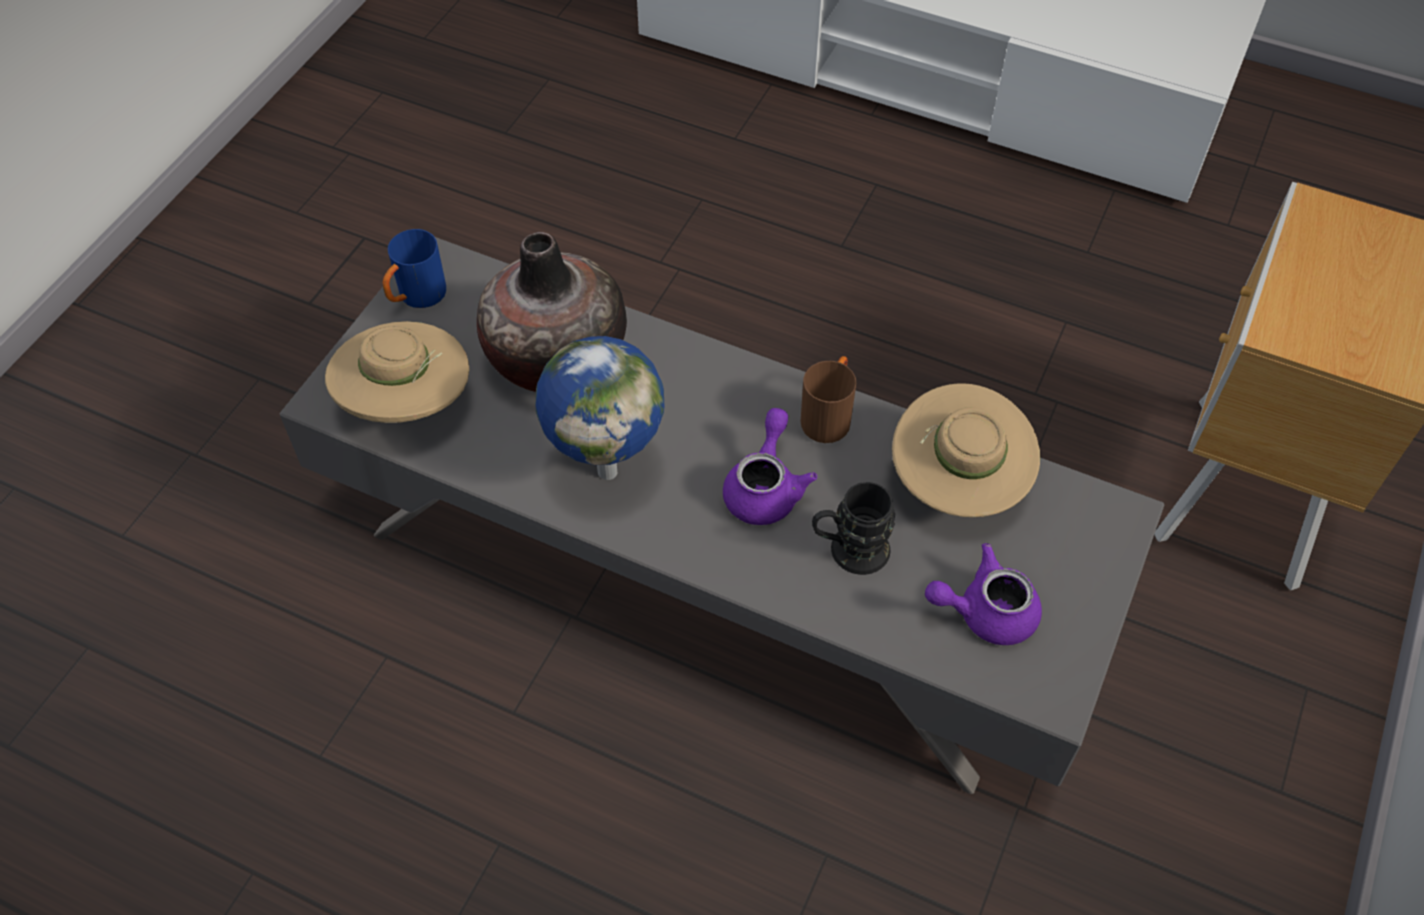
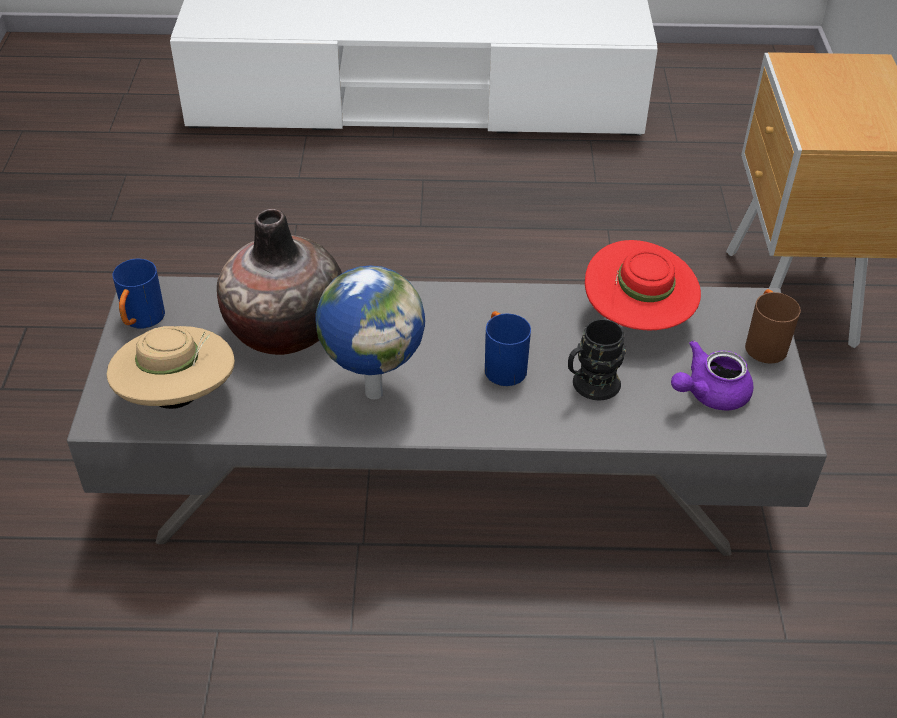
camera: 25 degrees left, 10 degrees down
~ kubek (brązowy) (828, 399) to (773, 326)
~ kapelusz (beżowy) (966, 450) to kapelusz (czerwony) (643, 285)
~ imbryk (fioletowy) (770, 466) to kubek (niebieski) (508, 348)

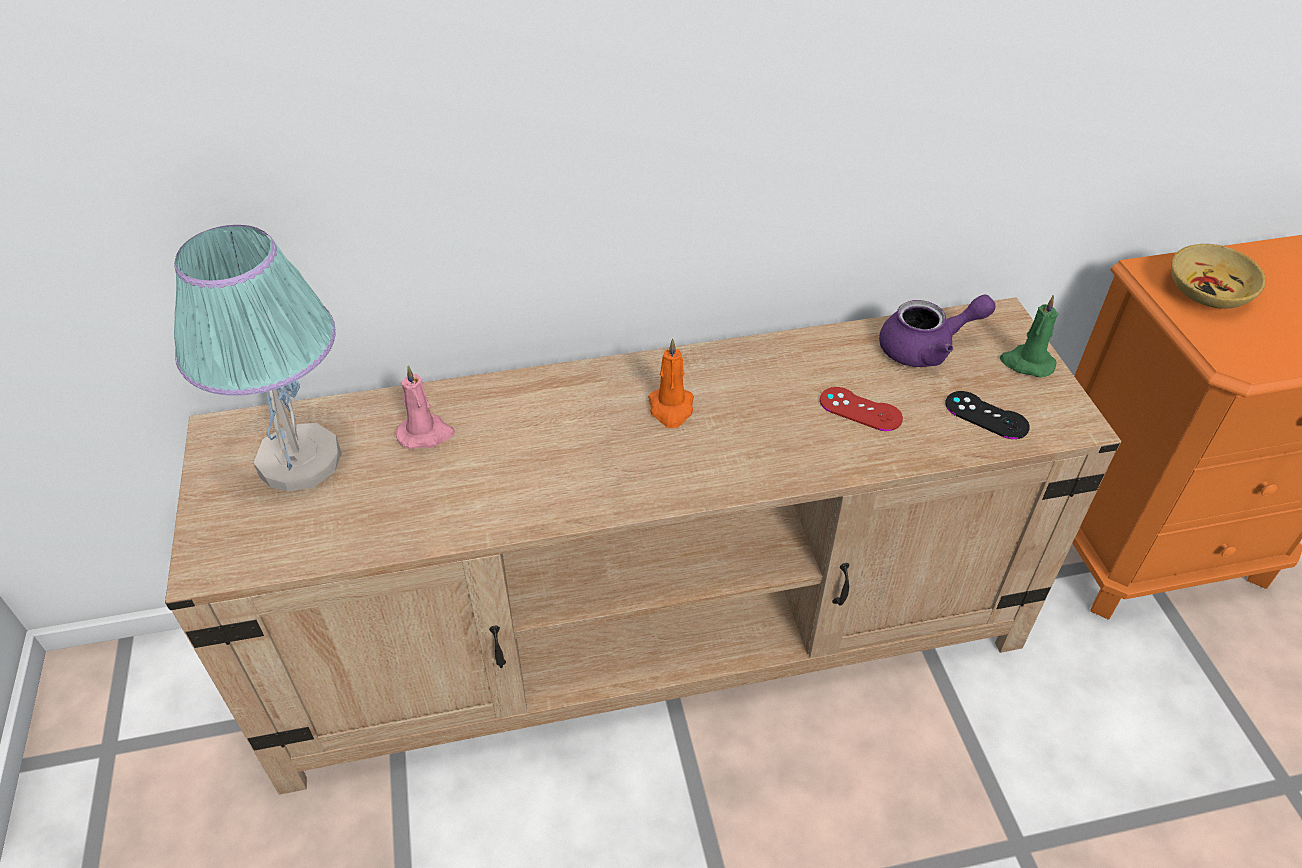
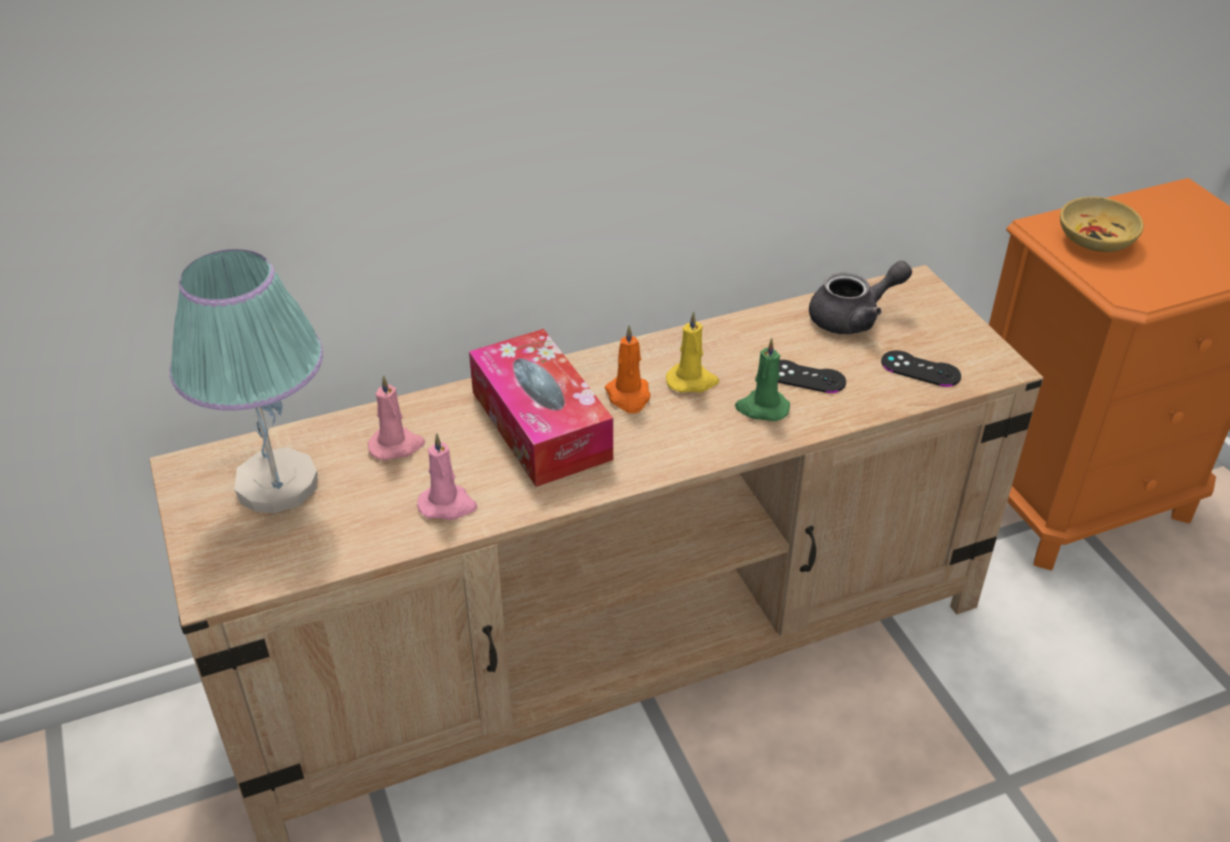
camera: 10 degrees left, 5 degrees down
~ imbryk (fioletowy) (937, 330) to imbryk (szary) (860, 297)
~ świeca (zielony) (1029, 336) to (762, 379)
~ pad do gier (czerwony) (861, 409) to pad do gier (czarny) (812, 376)
+ świeca (żółty) (692, 352)
+ pudełko chusteczek (541, 408)
+ świeca (różowy) (447, 476)

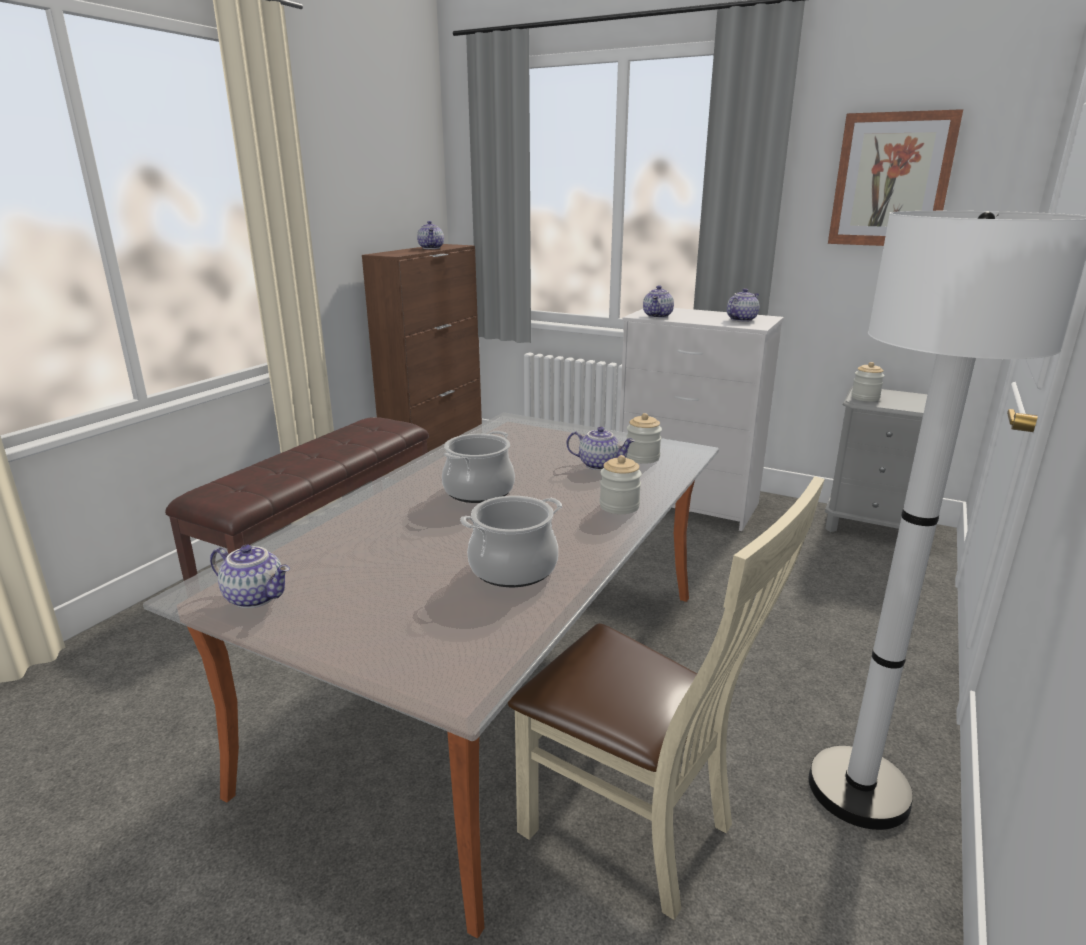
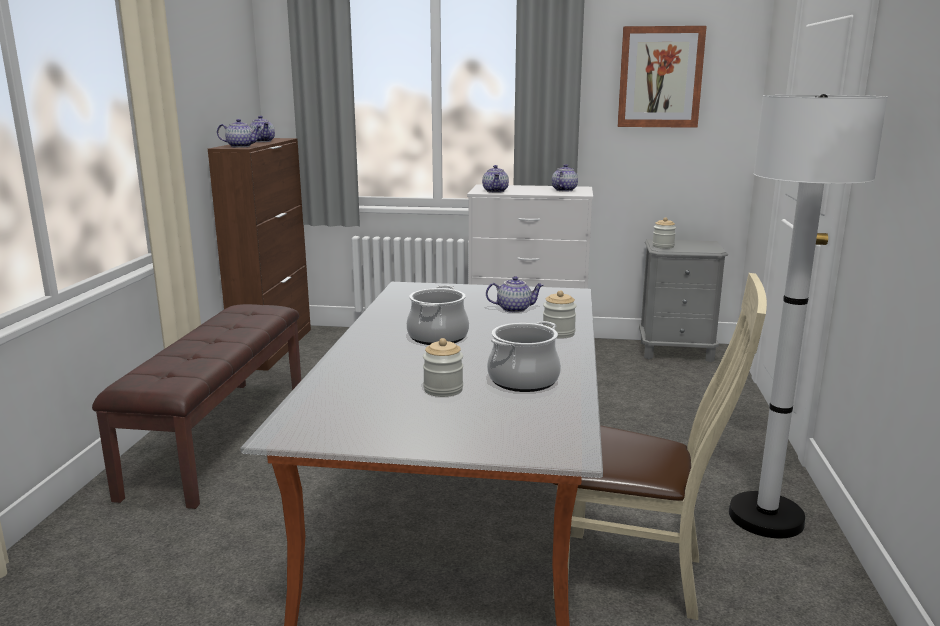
camera: 20 degrees left, 5 degrees down
~ słoik (644, 438) to (443, 367)
~ imbryk (250, 576) to (239, 133)

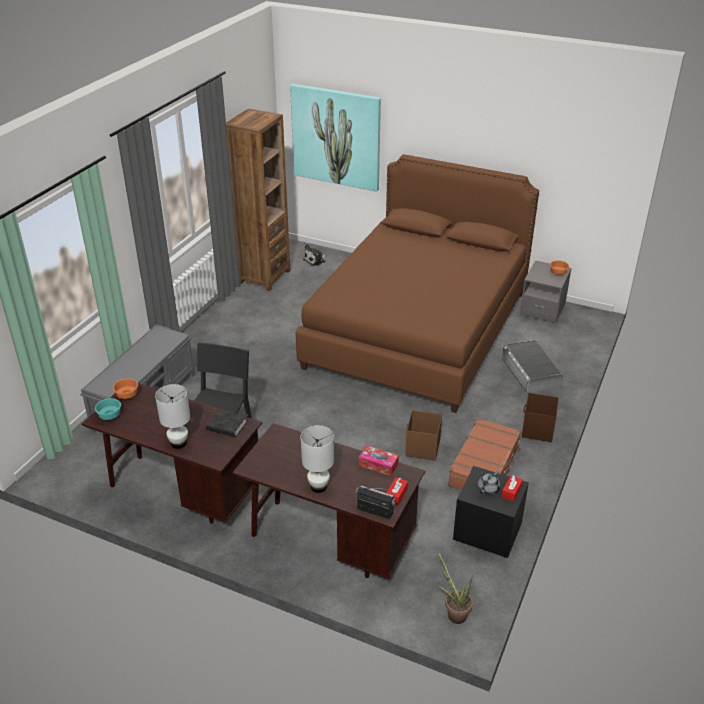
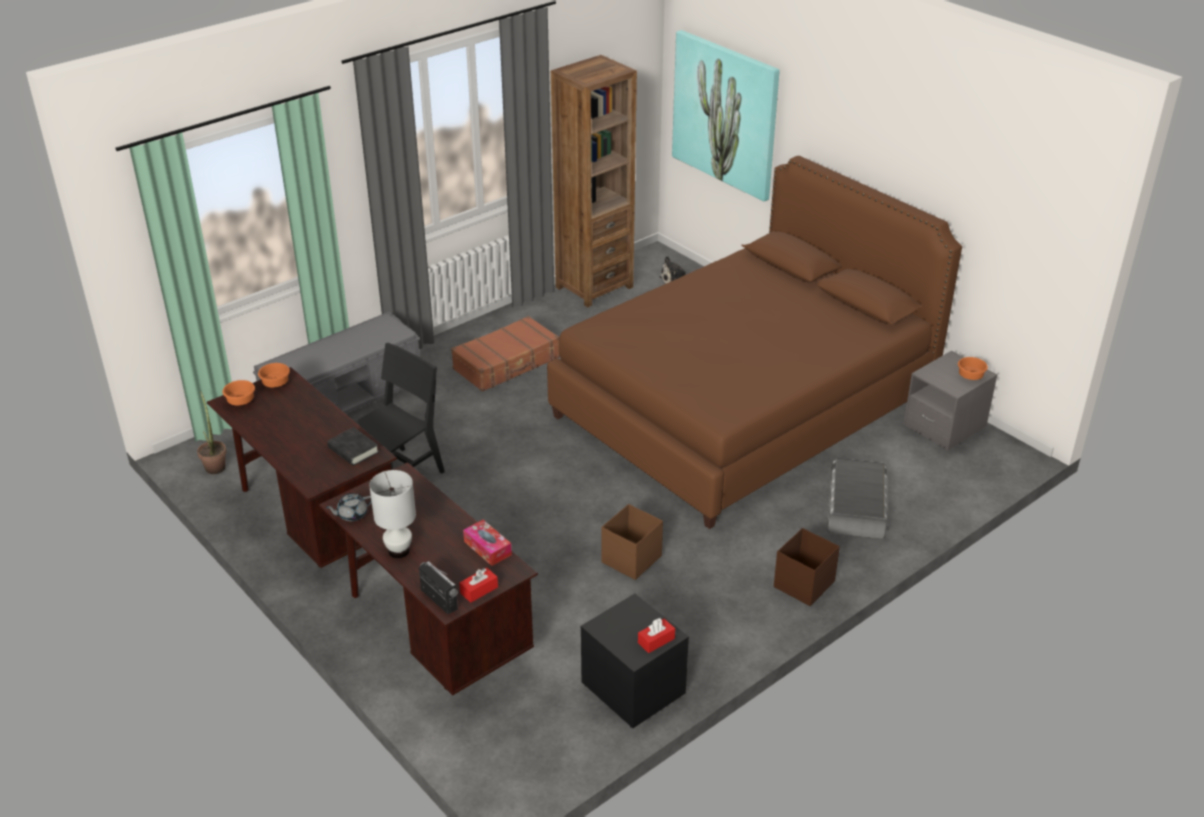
camera: 25 degrees right, 0 degrees up
- lampa stołowa (biały) (172, 416)
~ miska (turkusowy) (108, 409) to miska (pomarańczowy) (238, 392)
~ walizka (brązowy) (484, 454) to (505, 354)
~ imbryk (szary) (488, 483) to (348, 507)
~ roślina doniczkowa (455, 587) to (212, 432)

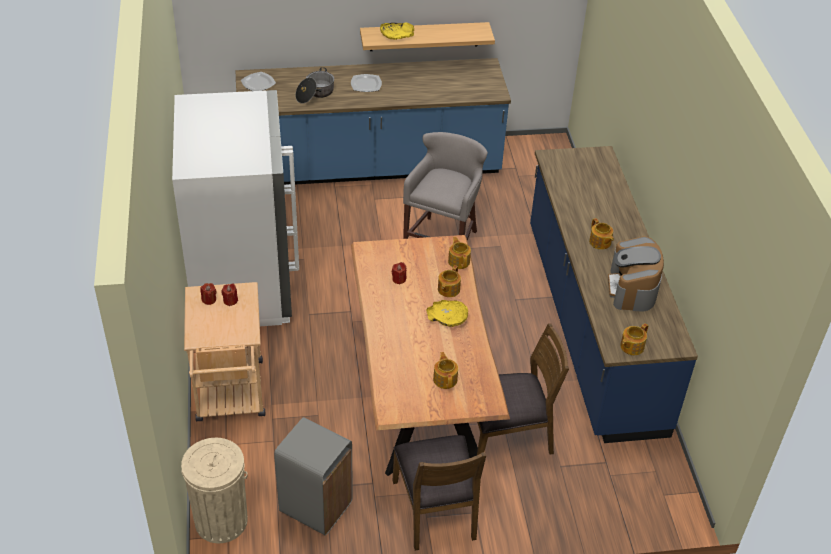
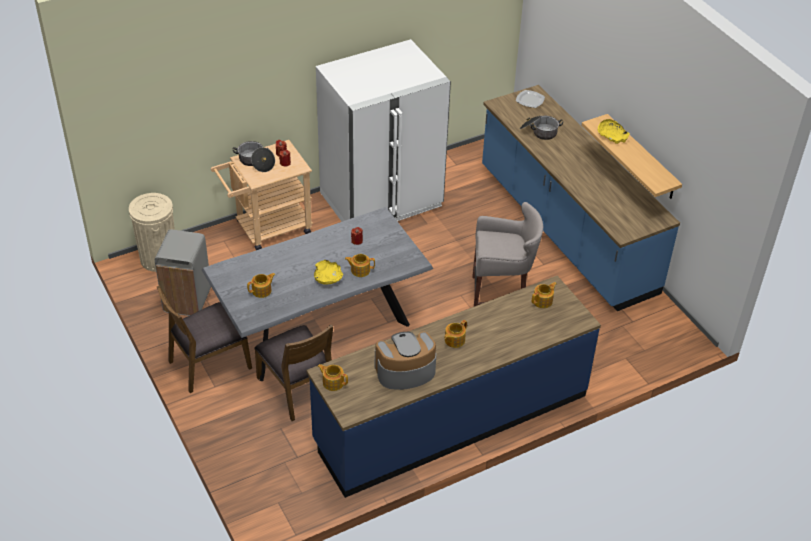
camera: 70 degrees right, 0 degrees up
- talerz (366, 83)
~ stół jadalny (brązowy) (430, 355) to stół jadalny (szary) (317, 294)
~ imbryk (459, 253) to (544, 295)
+ garnek (253, 156)

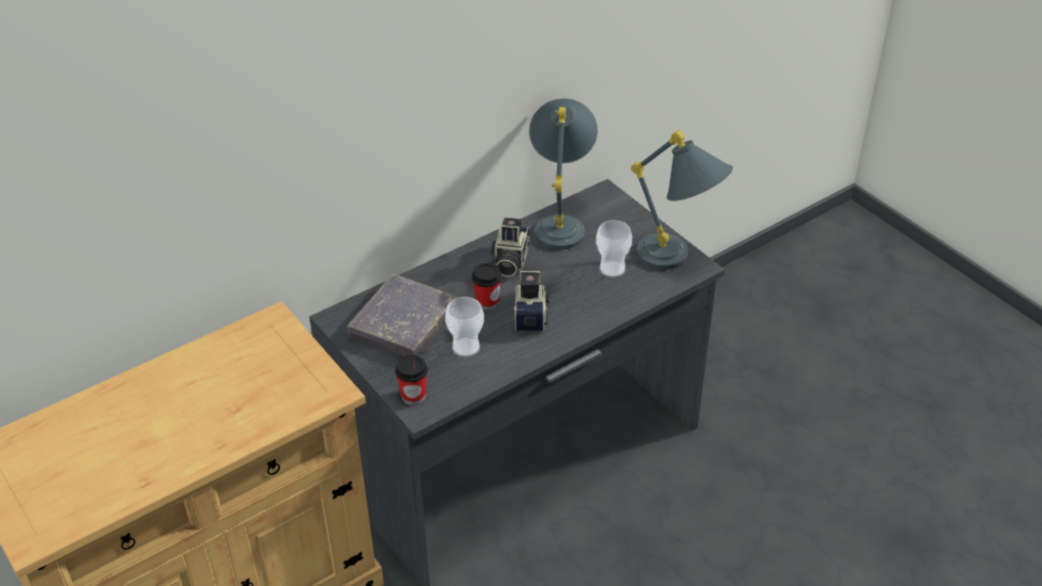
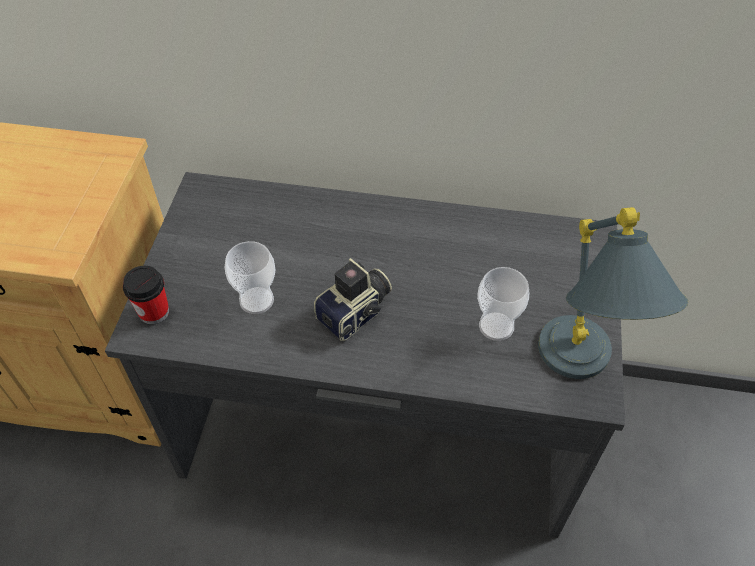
camera: 45 degrees right, 10 degrees up
- lampa stołowa (szary) (563, 174)
- aparat fotograficzny (510, 247)
- filiżanka (487, 286)
- książka (szary) (402, 315)

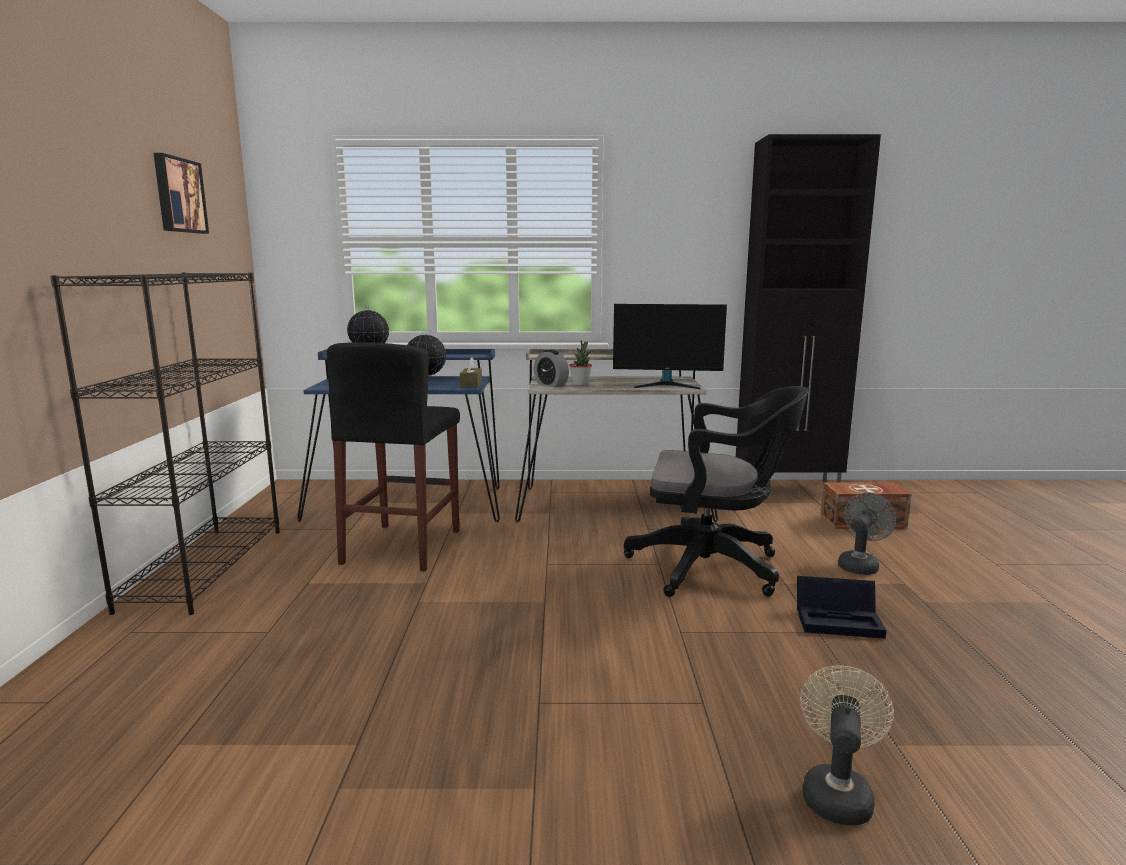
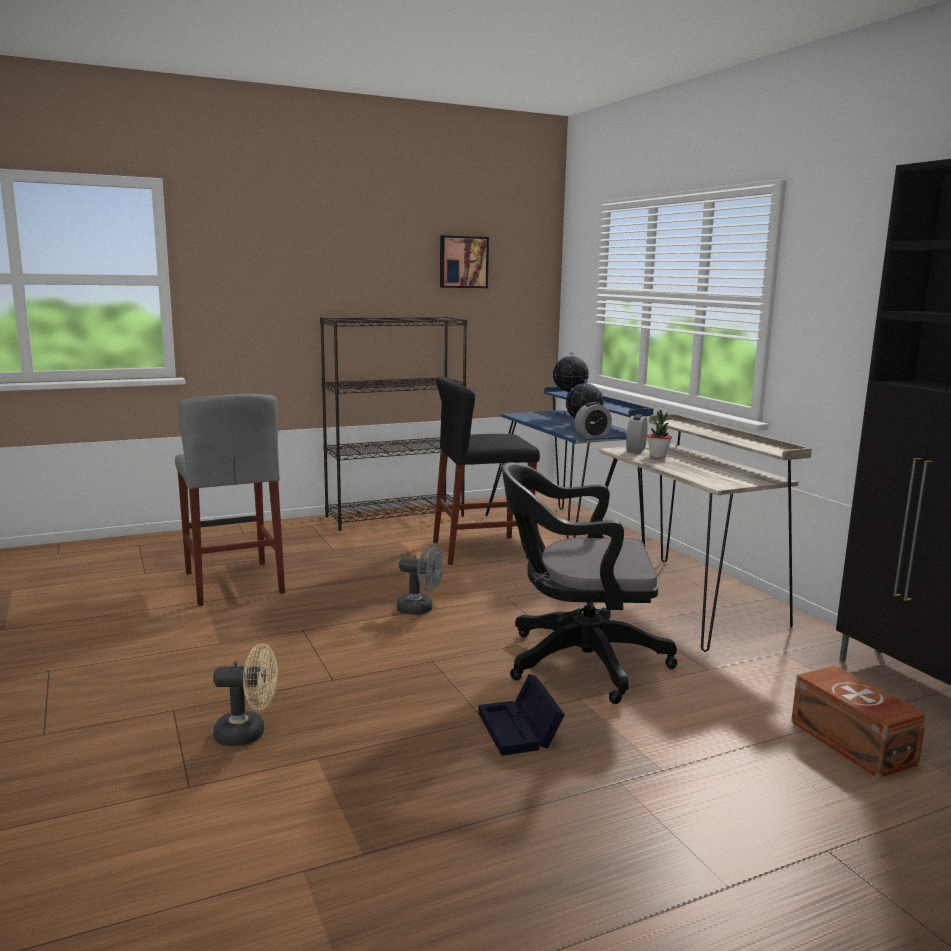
camera: 65 degrees right, 0 degrees up
- monitor (670, 346)
~ pudełko chusteczek (brązowy) (471, 372) to budzik (593, 419)
~ krzesło biurowe (czarny) (716, 491) = (589, 583) 105 degrees clockwise
~ wentylator (szary) (867, 534) to (420, 579)
+ stołek (szary) (230, 500)

